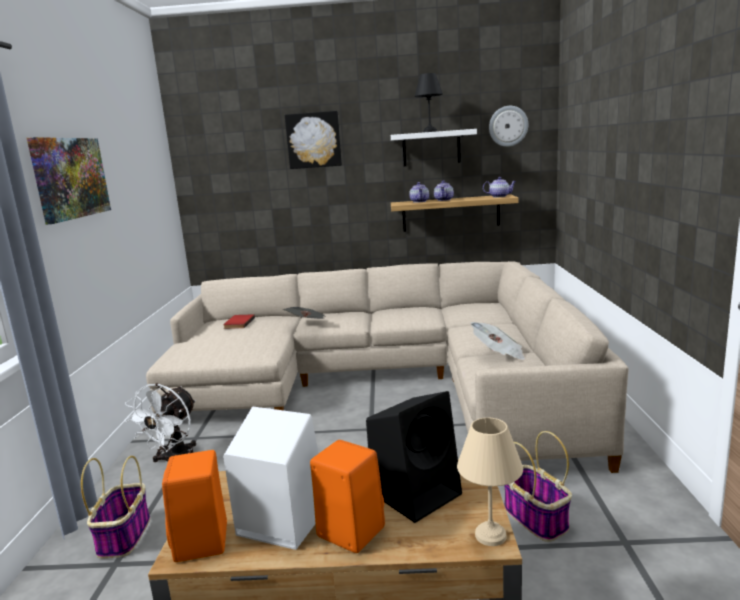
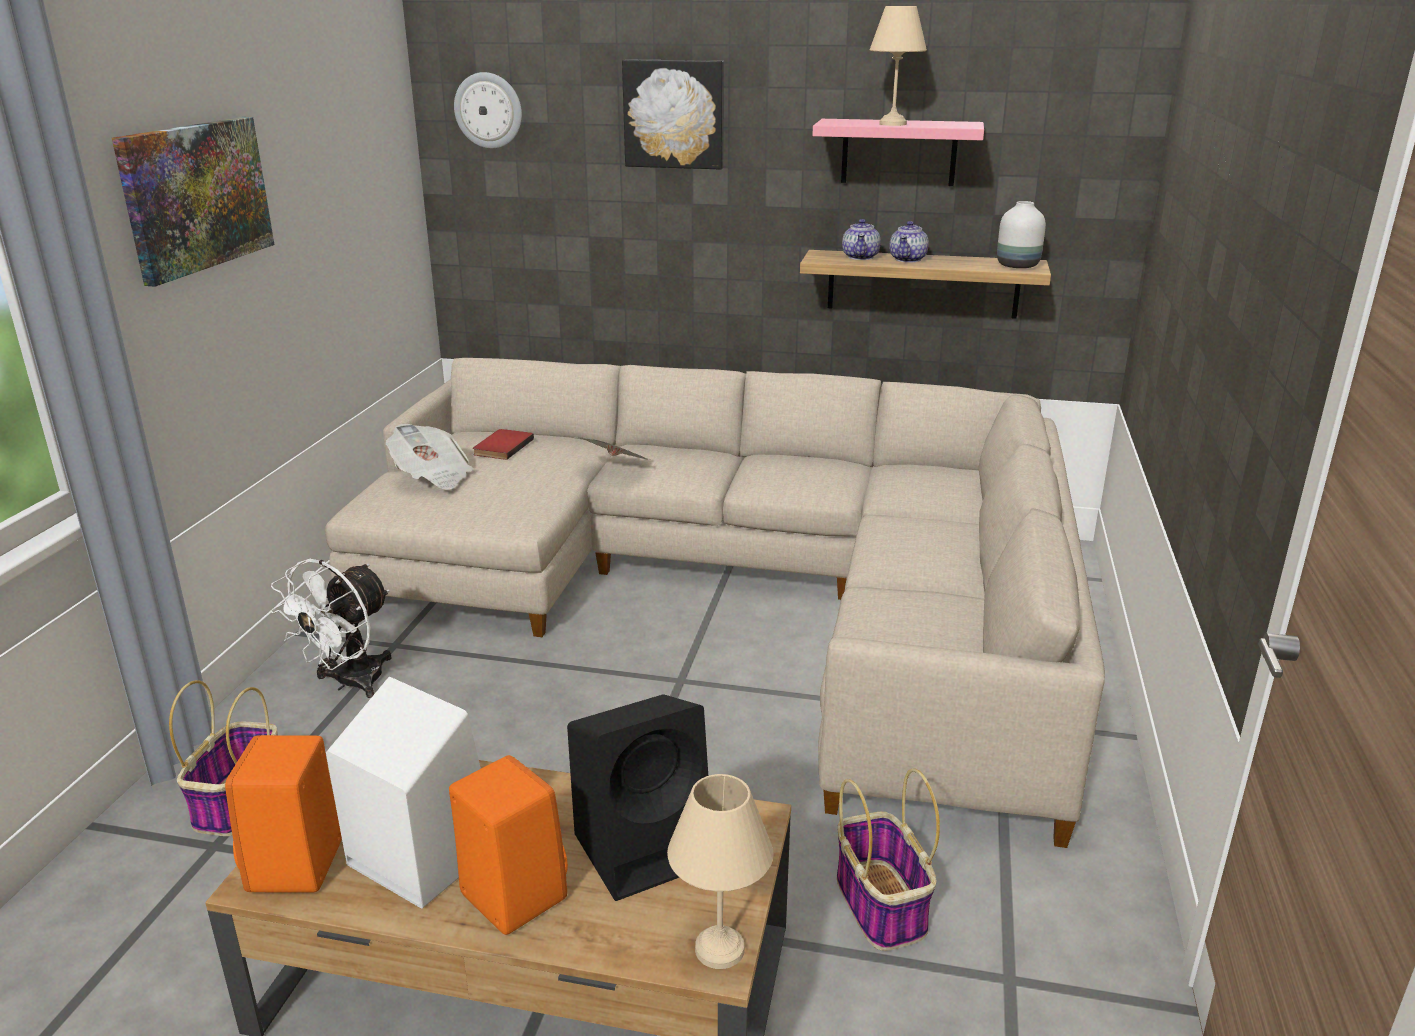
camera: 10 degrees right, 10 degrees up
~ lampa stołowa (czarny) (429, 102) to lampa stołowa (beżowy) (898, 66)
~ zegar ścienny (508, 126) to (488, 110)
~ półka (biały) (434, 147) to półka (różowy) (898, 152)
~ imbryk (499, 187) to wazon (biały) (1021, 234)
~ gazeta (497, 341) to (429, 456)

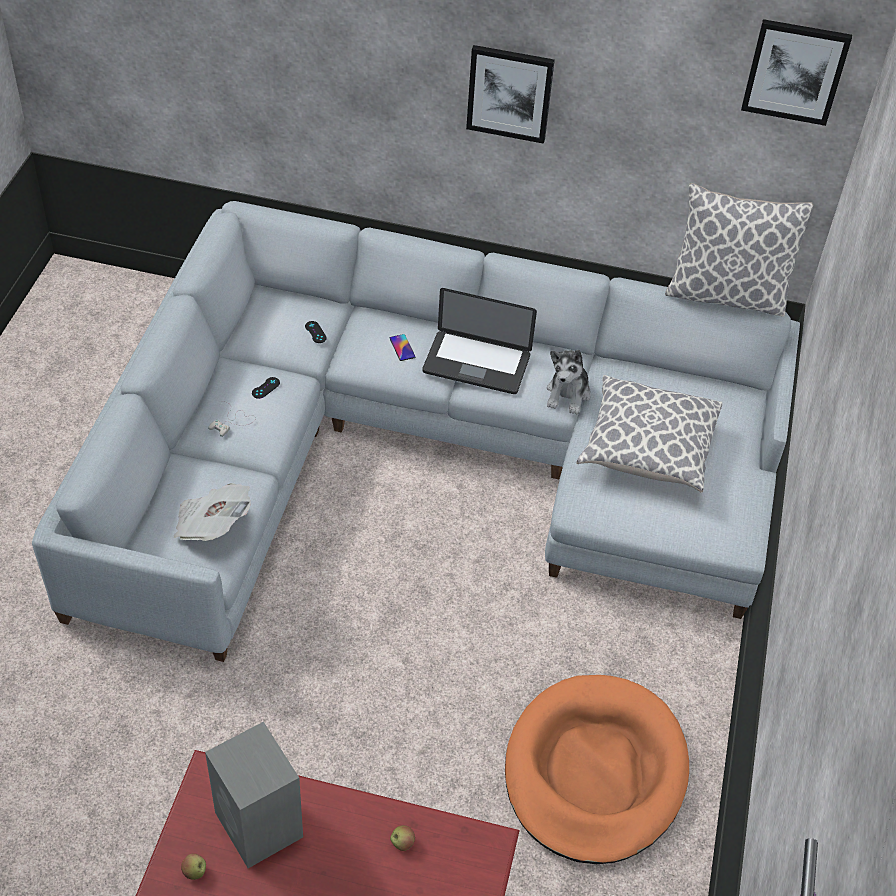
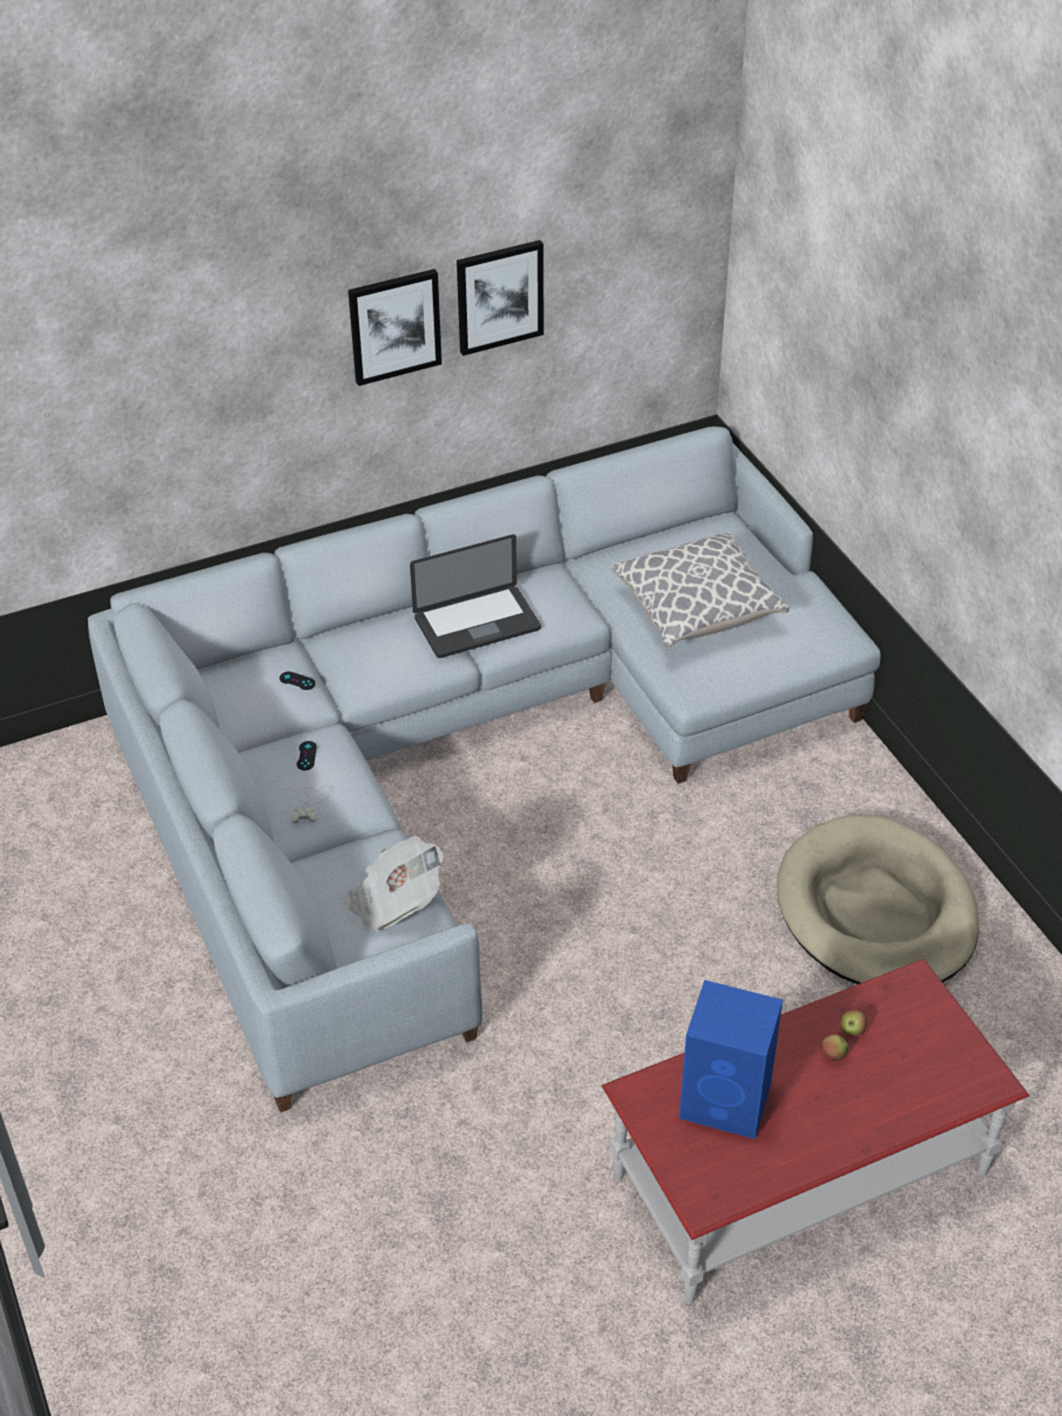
camera: 35 degrees left, 5 degrees down
~ obraz (796, 72) to (500, 298)
- poduszka (739, 250)
- telefon (402, 347)
- pluszak (569, 382)
~ legowisko (pomarańczowy) (597, 769) to legowisko (beżowy) (878, 899)
~ głośnik (szary) (254, 795) to głośnik (niebieski) (731, 1059)
~ jabłko (193, 866) to (834, 1048)

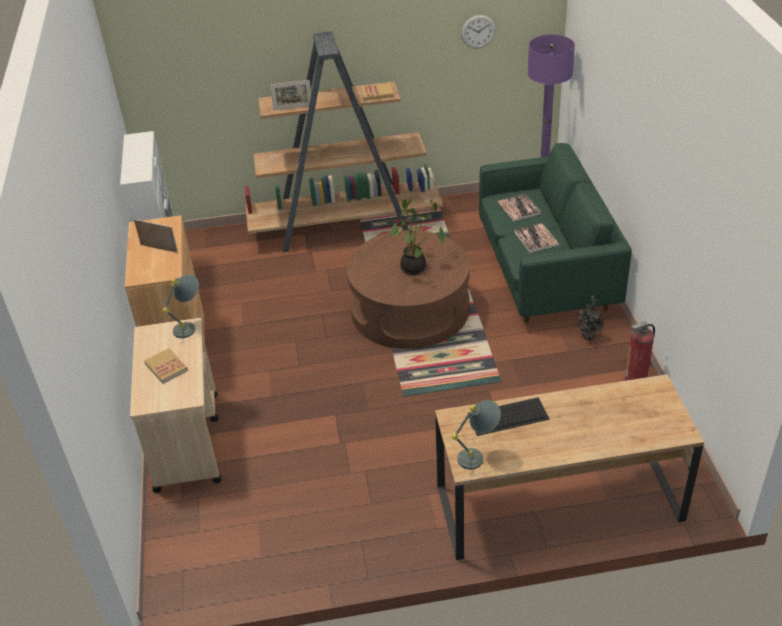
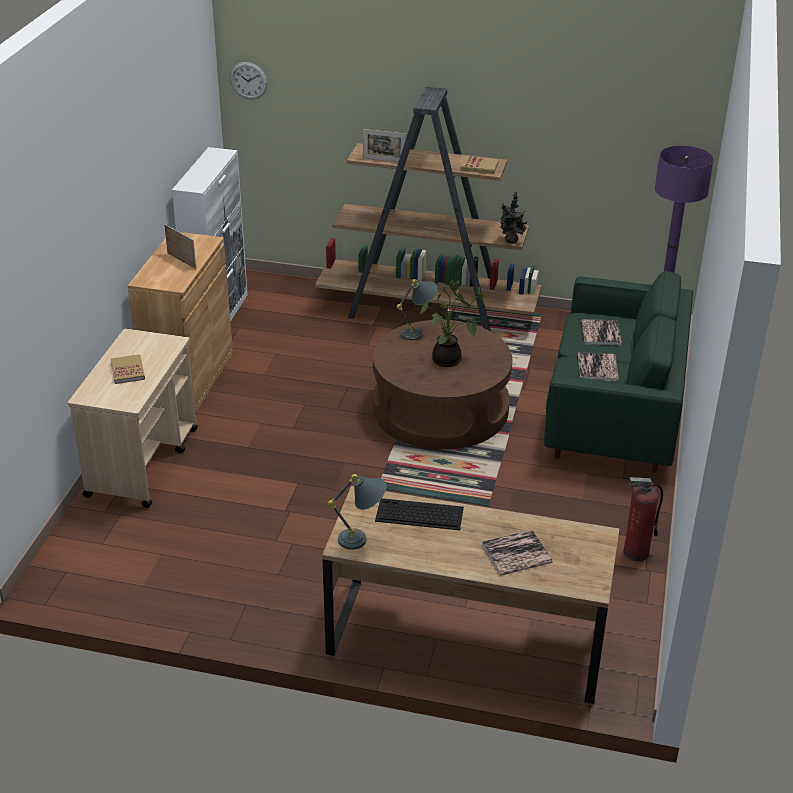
camera: 20 degrees right, 5 degrees down
~ zegar ścienny (478, 31) to (249, 80)
~ lampa stołowa (szary) (181, 306) to (417, 309)
~ roślina doniczkowa (591, 318) to (514, 217)
+ książka (517, 553)

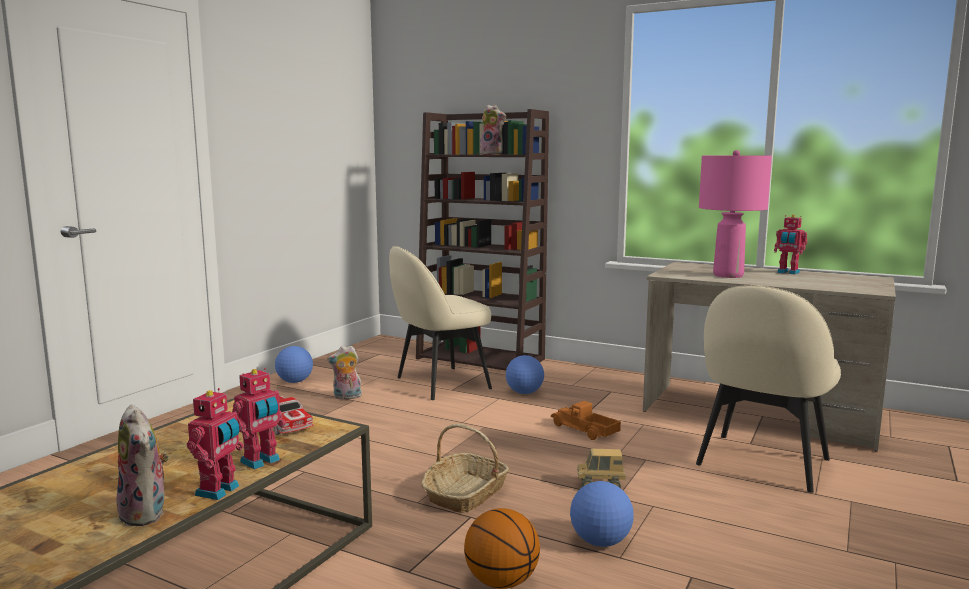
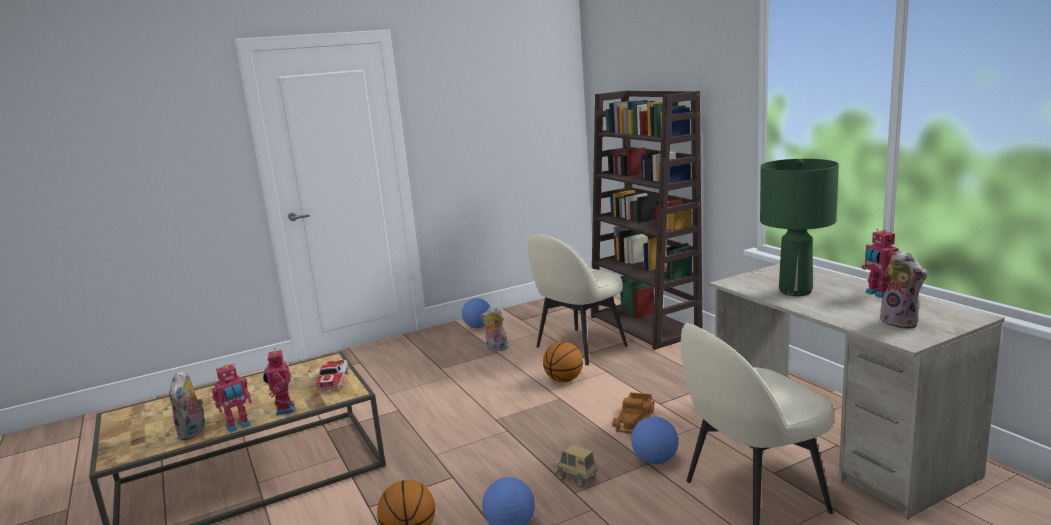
camera: 35 degrees right, 5 degrees up
~ pluszak (492, 129) to (903, 289)
~ lampa stołowa (różowy) (735, 214) to lampa stołowa (zielony) (799, 227)
~ krzesło (beżowy) (440, 323) = (578, 299) 45 degrees counterclockwise
~ piłka futbolowa (525, 374) to (655, 440)
~ robot zabawkowy (259, 418) = (279, 382) 90 degrees clockwise
~ ciężarówka zabawkowa (586, 420) = (633, 412) 150 degrees counterclockwise
- koszyk (465, 468)
+ piłka do koszykówki (563, 362)

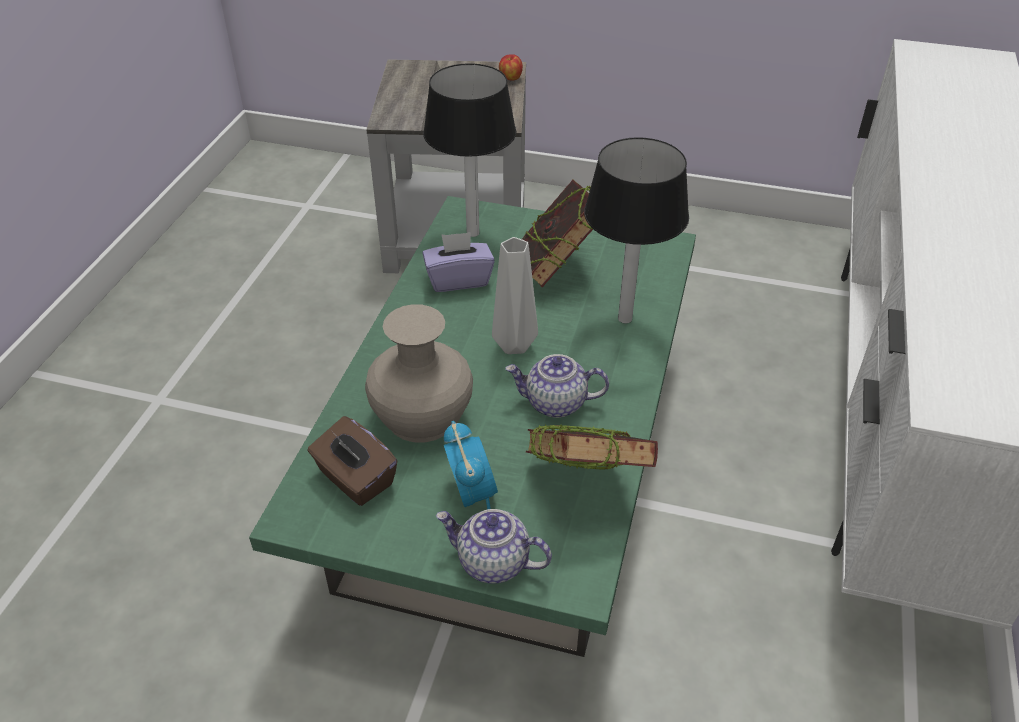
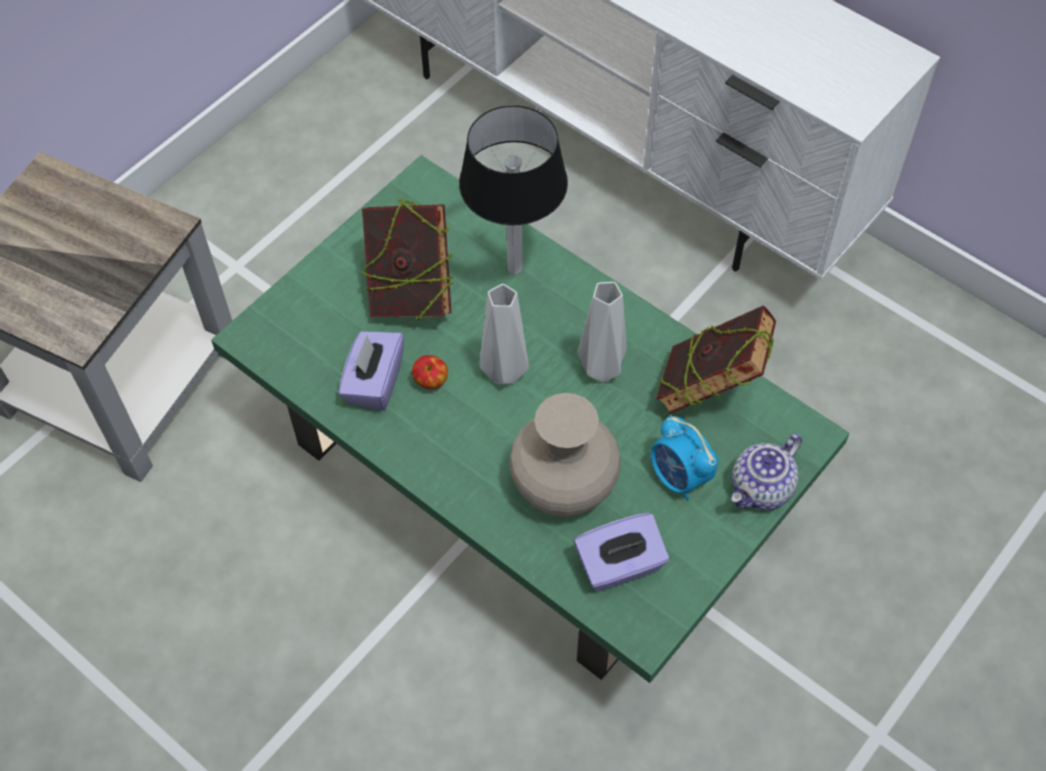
camera: 65 degrees left, 15 degrees up
~ jabłko (511, 67) to (430, 372)
- lampa stołowa (469, 150)
~ imbryk (557, 386) to wazon (szary) (602, 332)
~ pudełko chusteczek (brązowy) (352, 461) to pudełko chusteczek (fioletowy) (621, 552)
~ budzik (471, 465) = (684, 458) 135 degrees counterclockwise

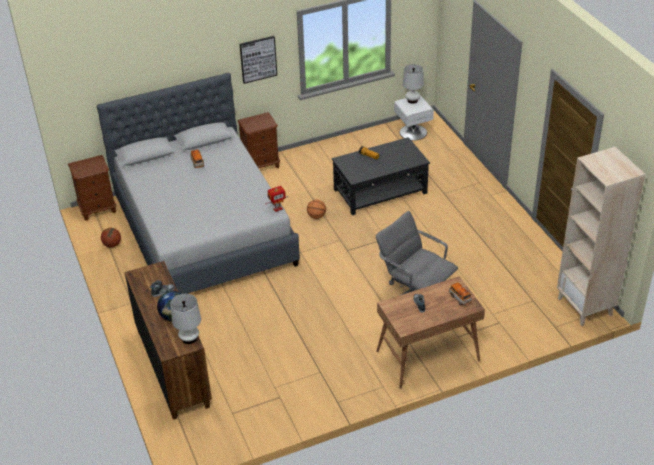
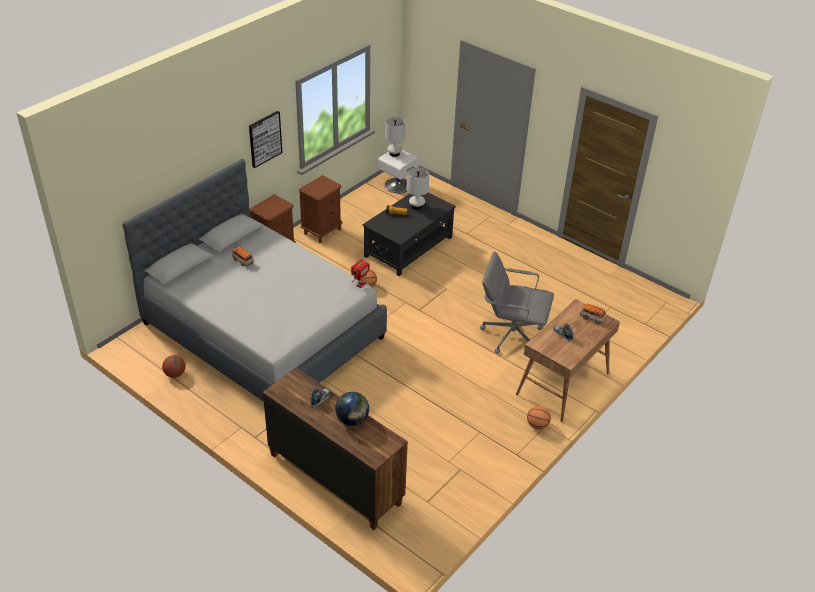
camera: 30 degrees left, 0 degrees up
- regał (beżowy) (601, 236)
~ szafka nocna (brązowy) (92, 188) to (320, 209)
~ lampa stołowa (biały) (185, 319) to (417, 188)
+ piłka do koszykówki (539, 418)

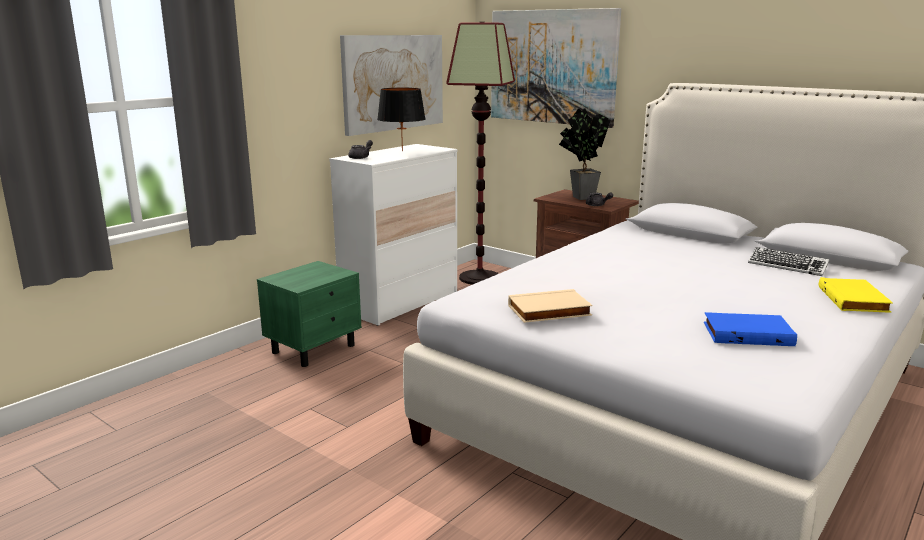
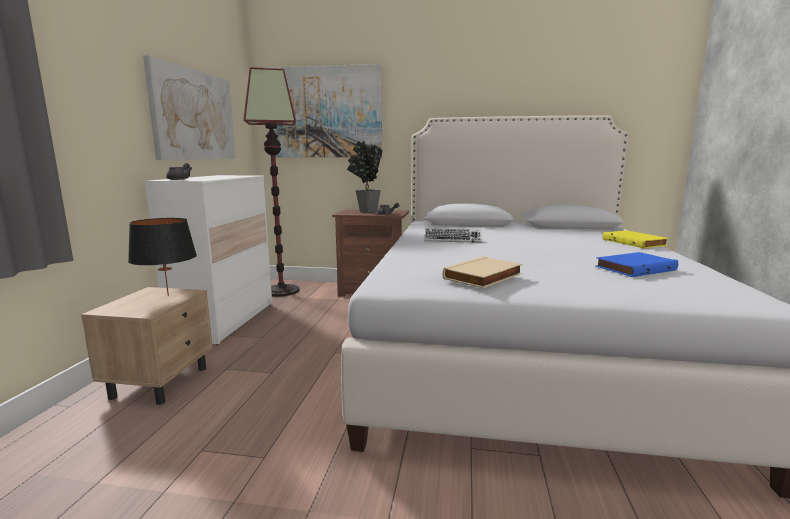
camera: 30 degrees left, 5 degrees down
~ lampa stołowa (czarny) (401, 119) to (162, 257)
~ klawiatura (788, 261) to (453, 236)
~ szafka nocna (zielony) (309, 314) to szafka nocna (beżowy) (147, 346)

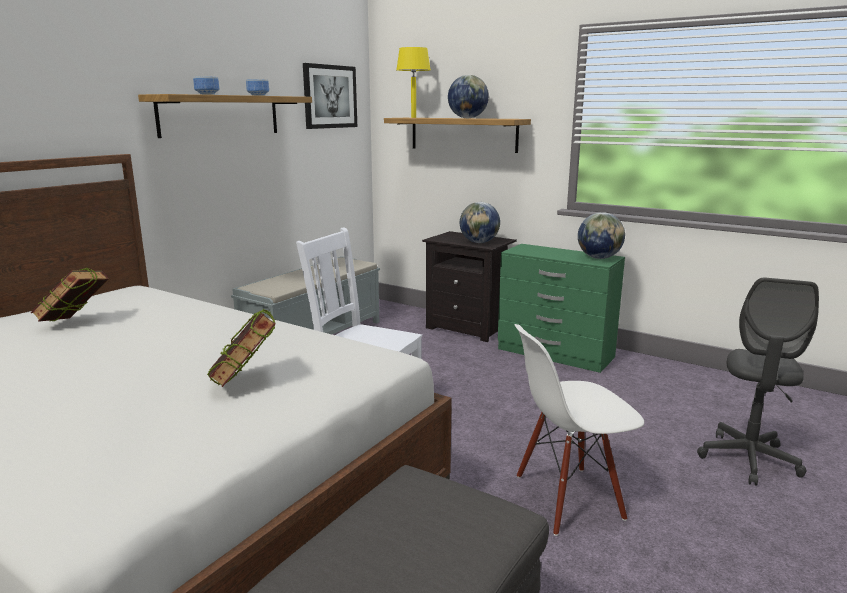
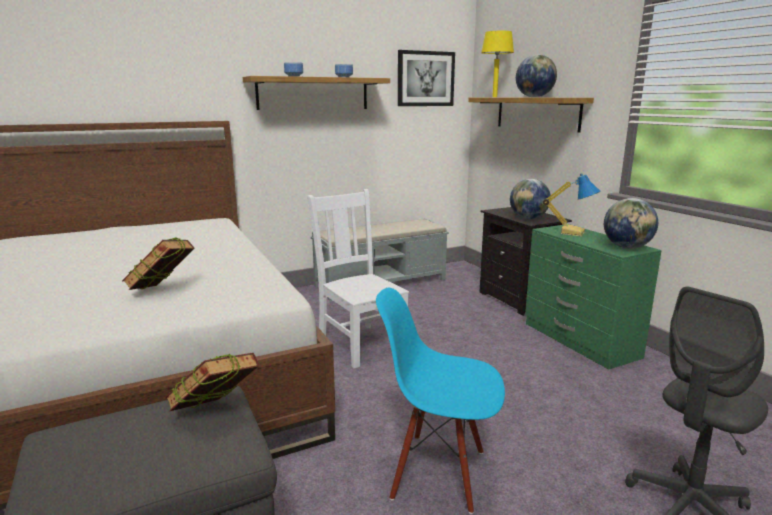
camera: 30 degrees right, 0 degrees up
~ książka (69, 295) to (212, 382)
~ krzesło (biały) (579, 430) to krzesło (niebieski) (440, 401)
+ lampa stołowa (571, 204)

